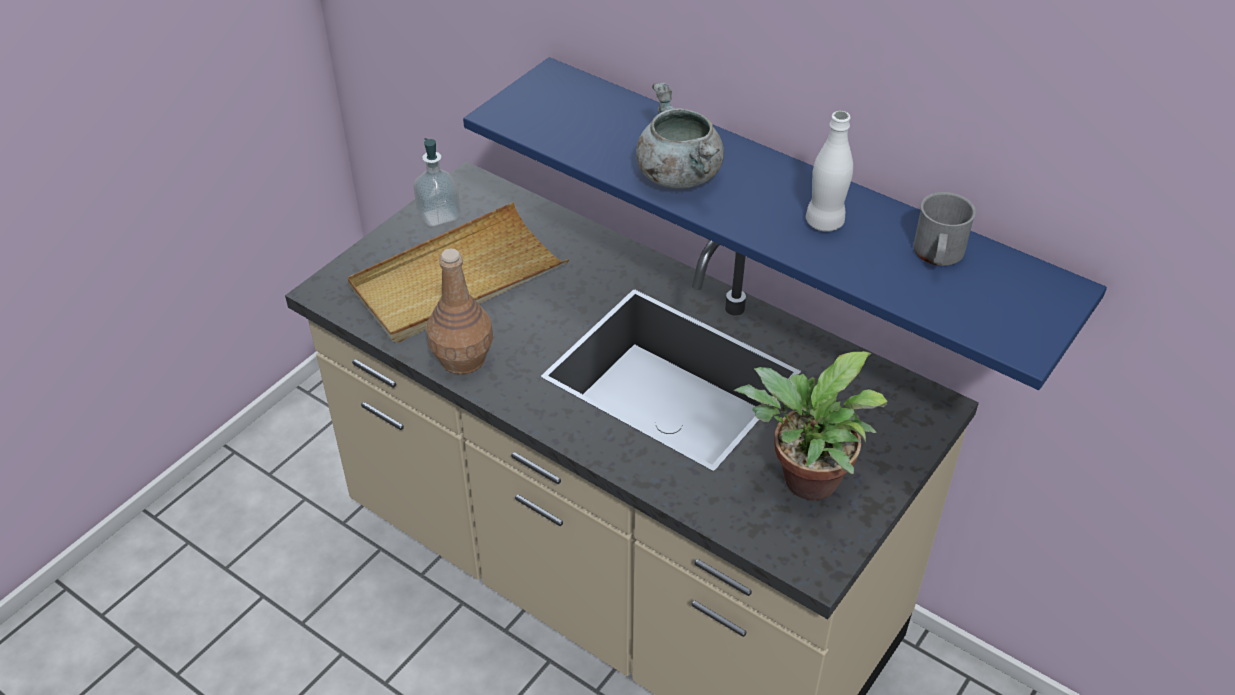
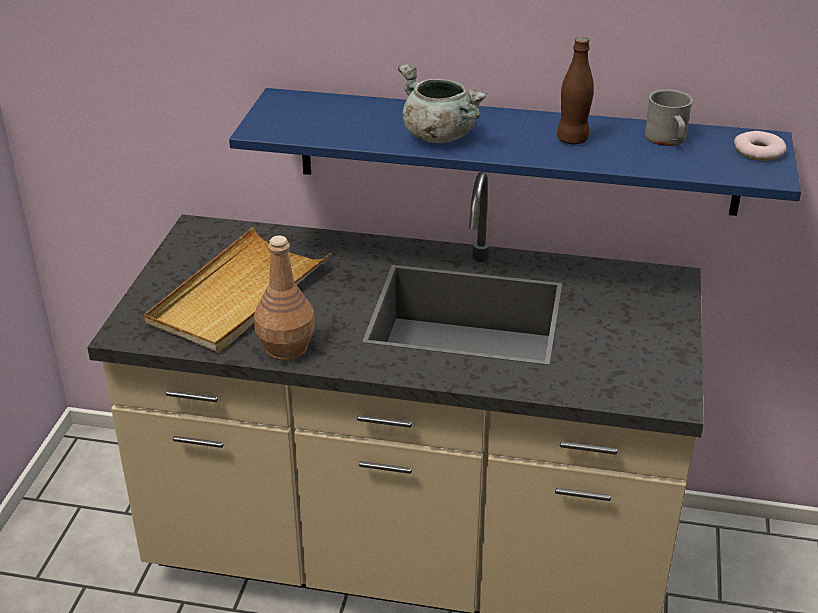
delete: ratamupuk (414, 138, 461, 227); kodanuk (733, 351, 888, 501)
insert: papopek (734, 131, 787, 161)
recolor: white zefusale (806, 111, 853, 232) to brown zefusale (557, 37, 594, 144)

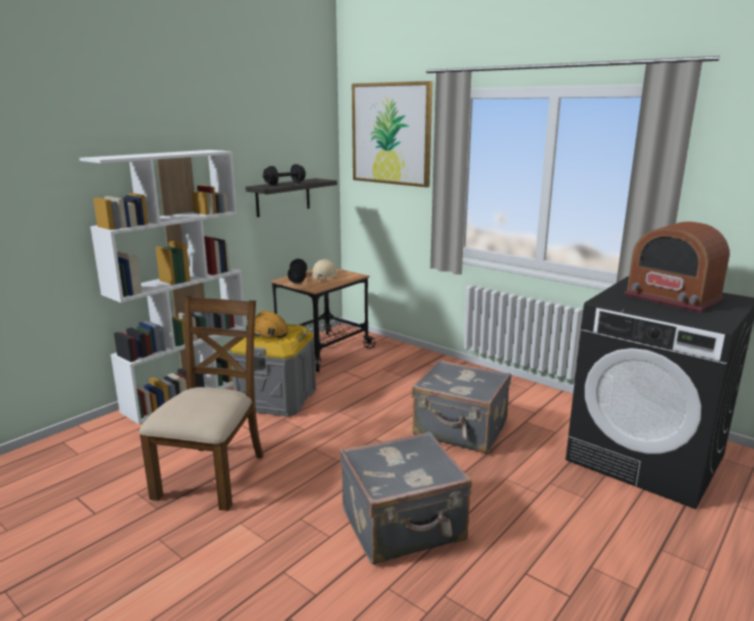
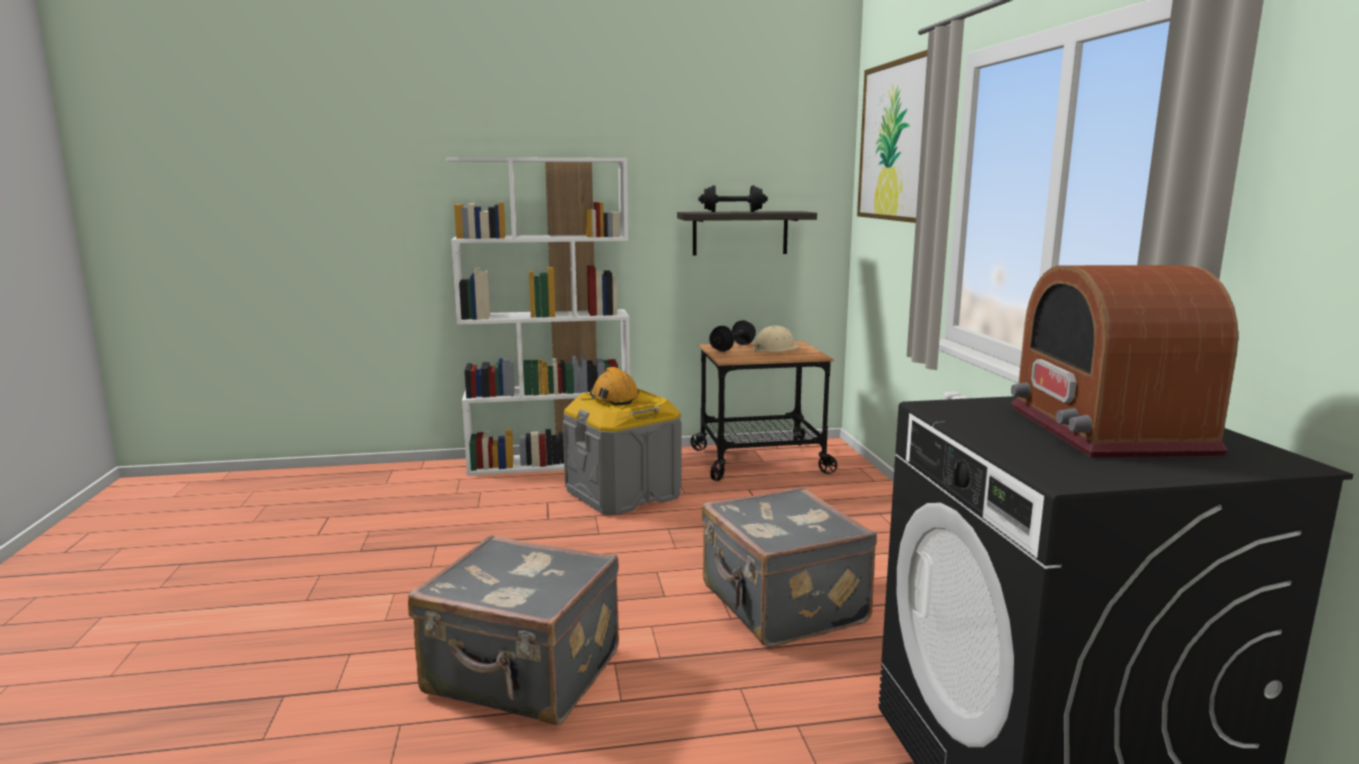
delete: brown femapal (139, 296, 263, 511)

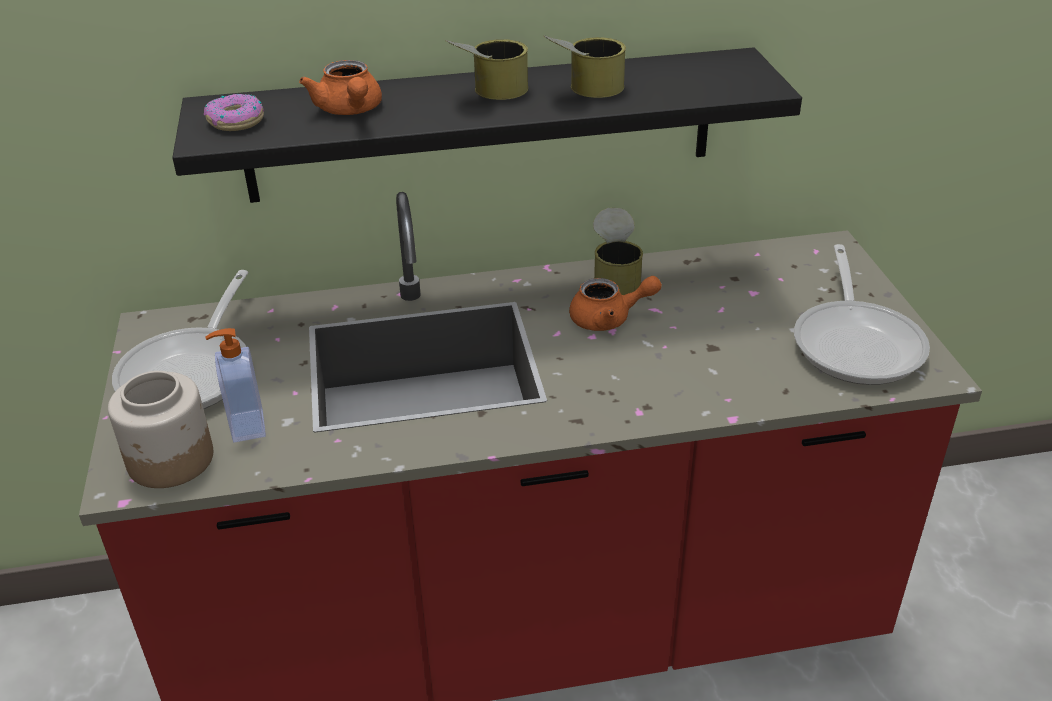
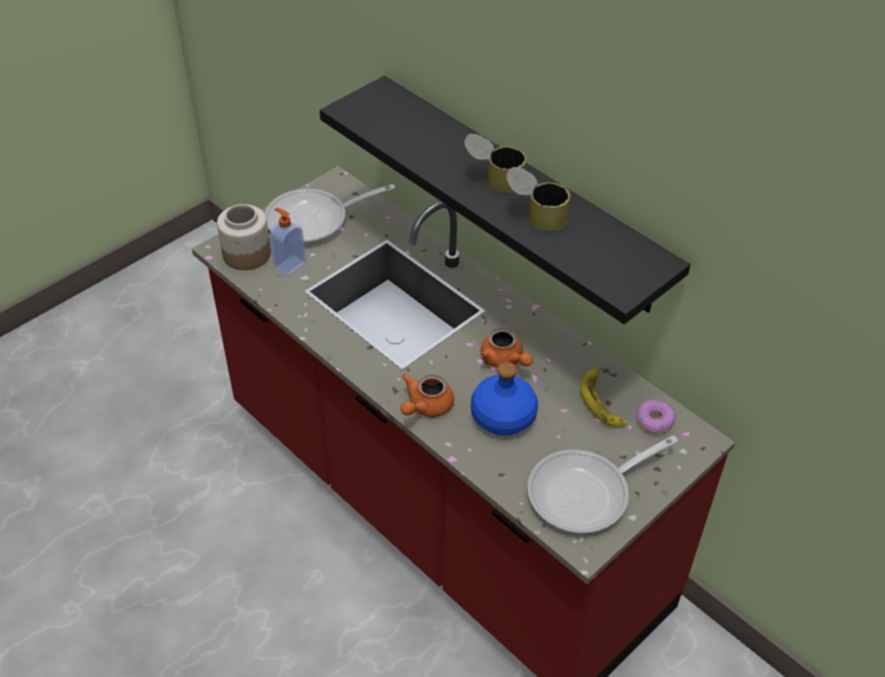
delete: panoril (593, 208, 643, 295)
insert: blue zefusale (471, 362, 538, 436); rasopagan (580, 365, 626, 427)
move: papopek (204, 94, 264, 131) to (637, 400, 676, 434); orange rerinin (299, 60, 382, 115) to (401, 374, 454, 417)

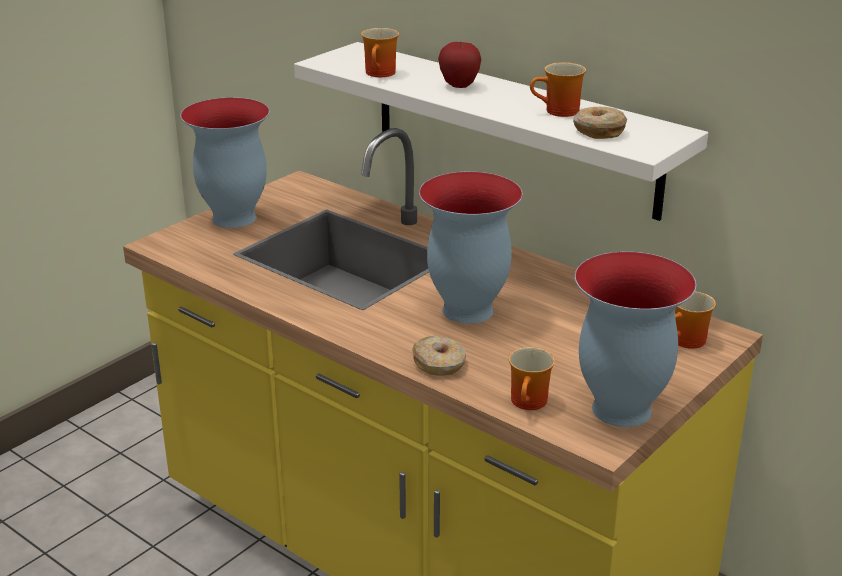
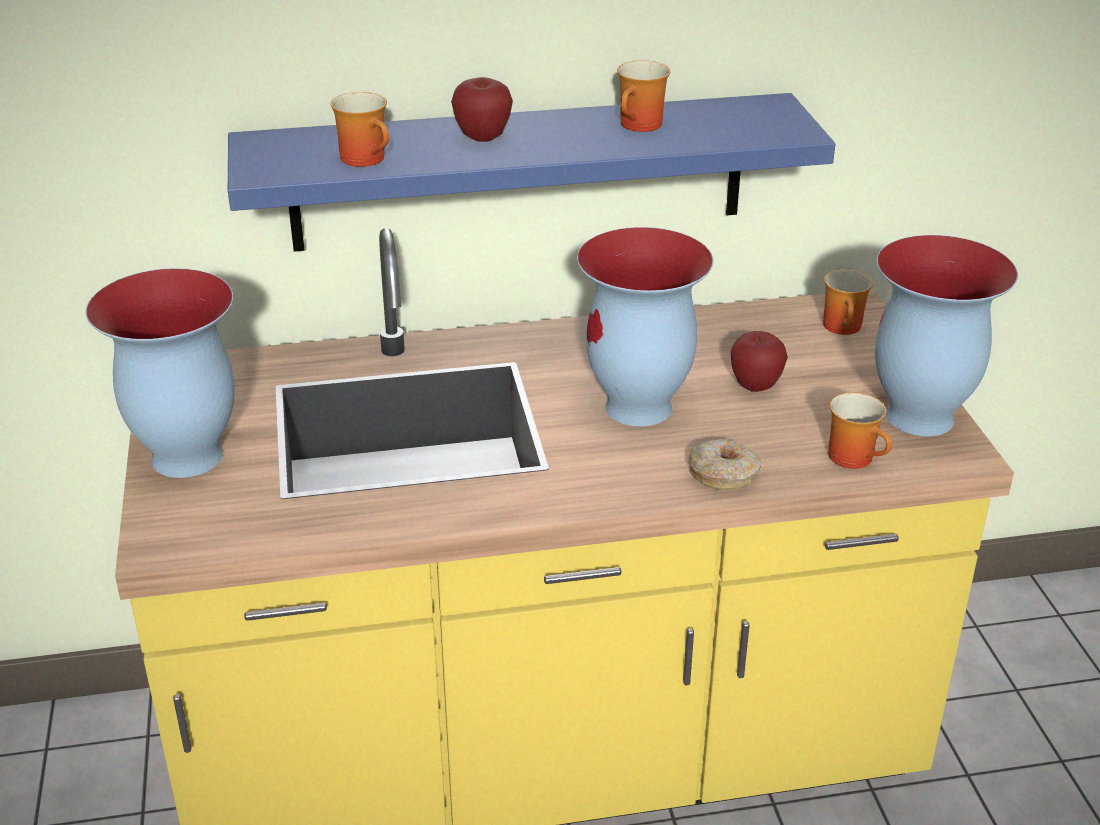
delete: papopek (573, 107, 627, 139)
insert: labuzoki (730, 331, 788, 392)
recolor: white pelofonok (294, 42, 708, 221) to blue pelofonok (228, 93, 835, 252)

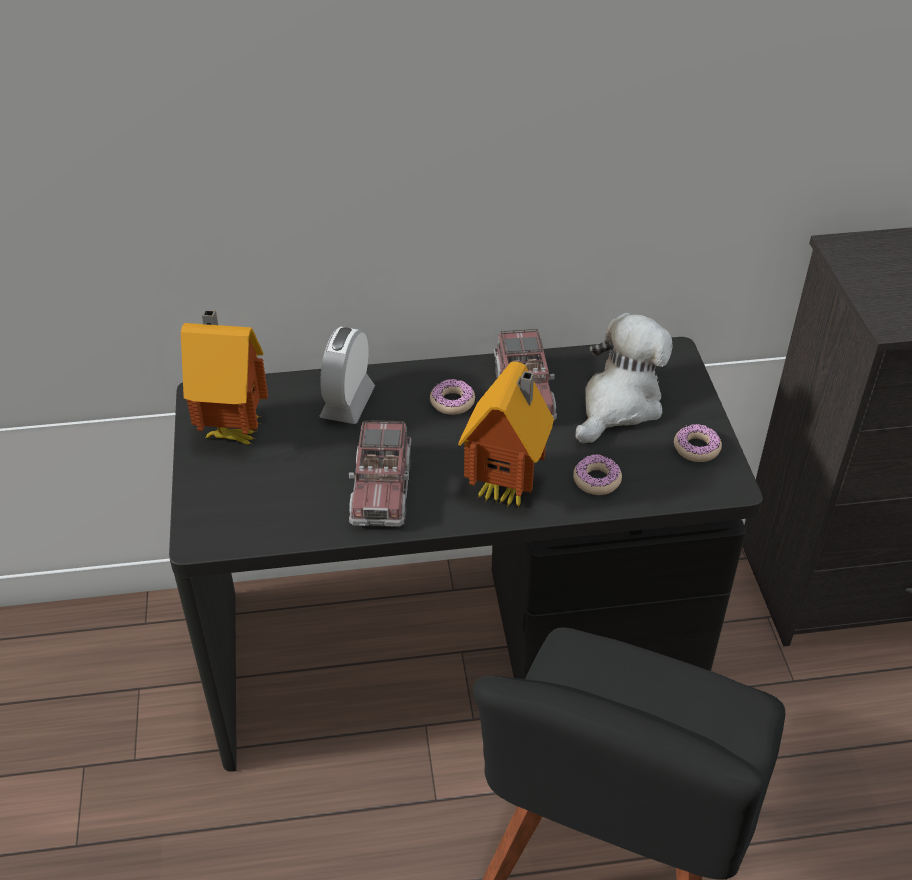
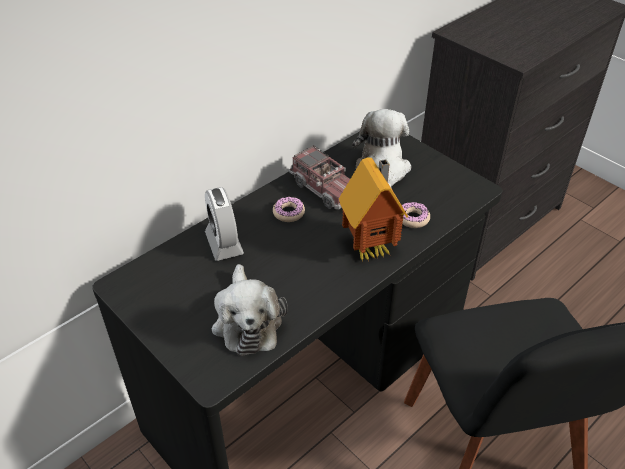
delete: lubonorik (181, 310, 268, 444); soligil (349, 420, 411, 527); papopek (674, 424, 722, 462)
insert: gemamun (212, 264, 288, 356)

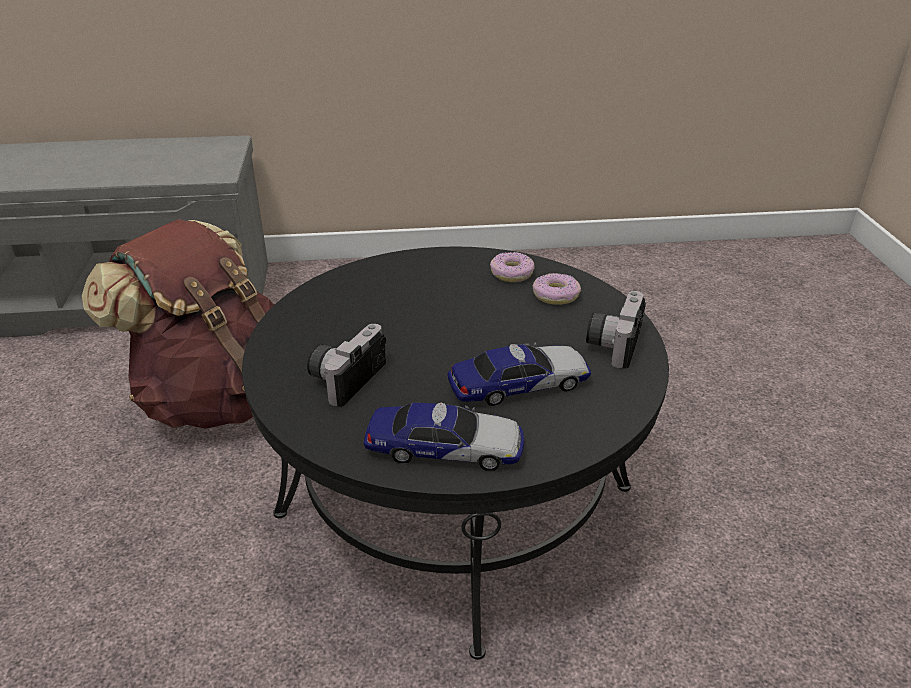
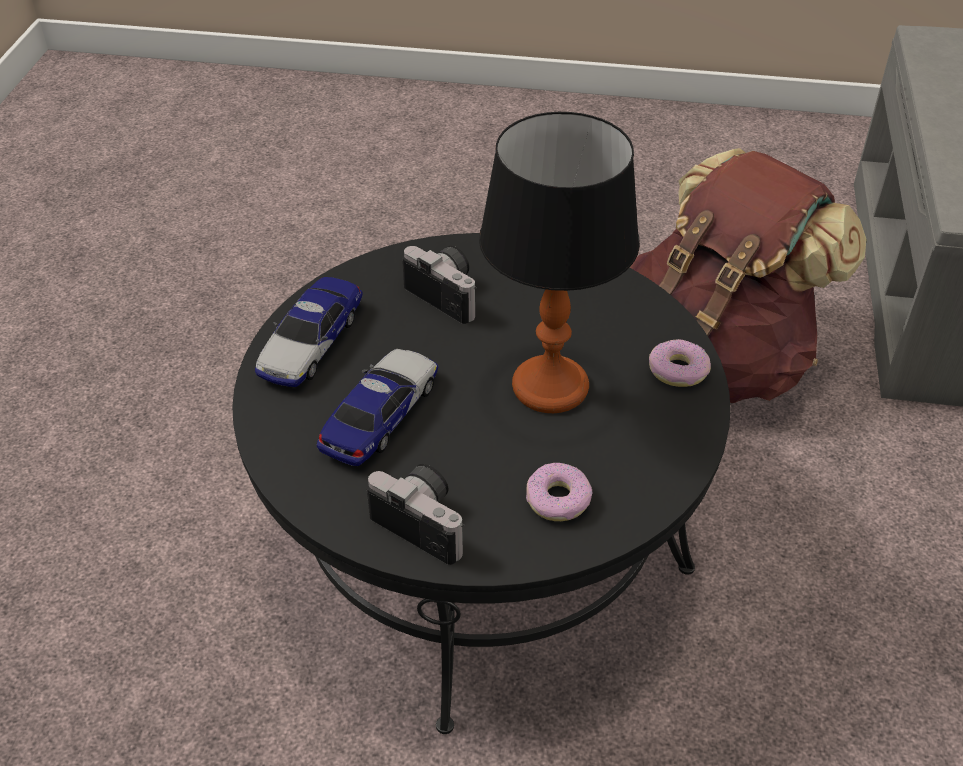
insert: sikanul (479, 112, 640, 413)
move: papopek (490, 252, 535, 282) to (649, 339, 711, 387)
rotate: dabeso (447, 343, 591, 406) = (317, 349, 438, 466) 150 degrees counterclockwise

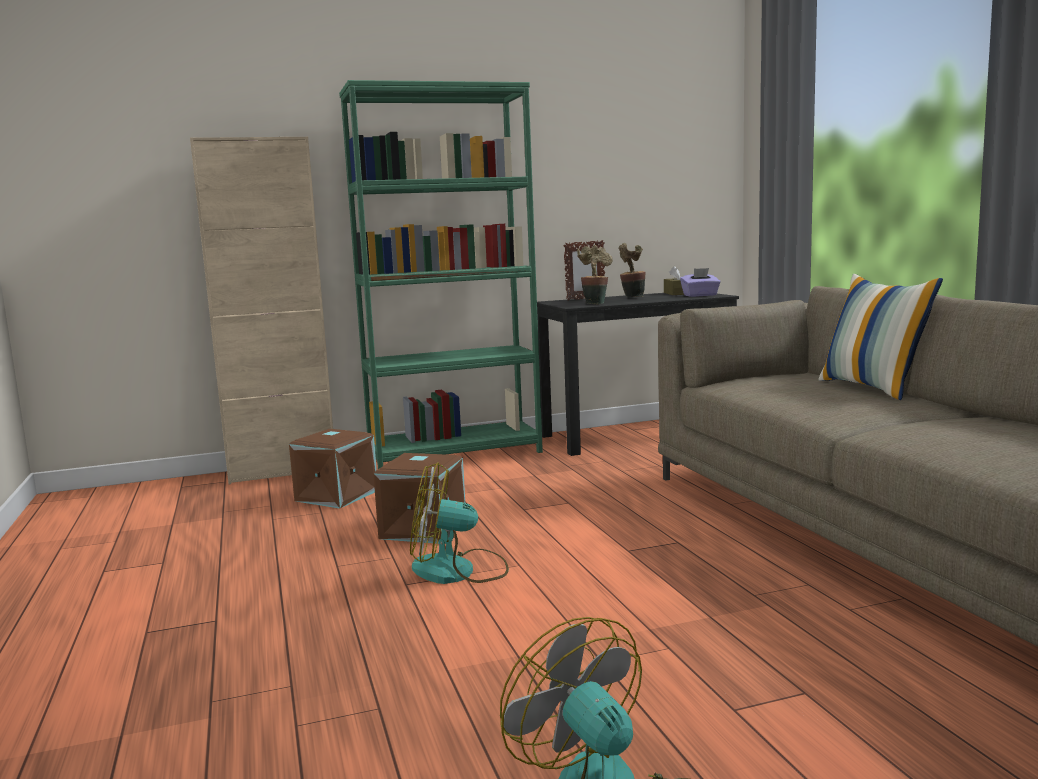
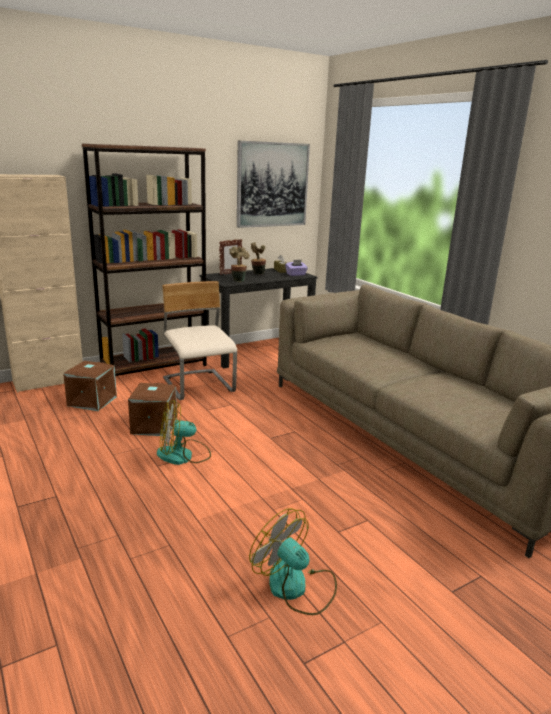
delete: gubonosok (818, 274, 943, 400)
insert: beige femapal (162, 281, 237, 400); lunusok (237, 141, 310, 228)
recolor: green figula (339, 80, 543, 469) to brown figula (82, 144, 207, 376)

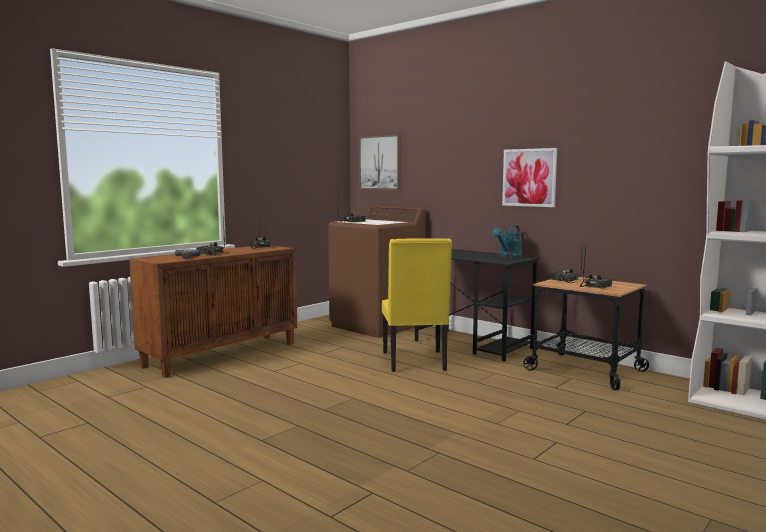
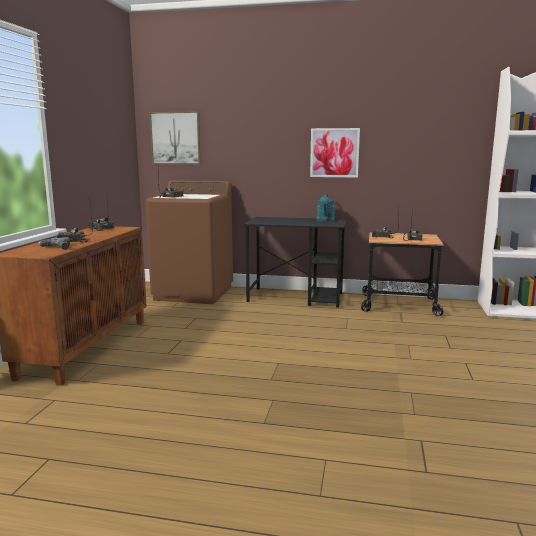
delete: yellow femapal (382, 238, 452, 372)

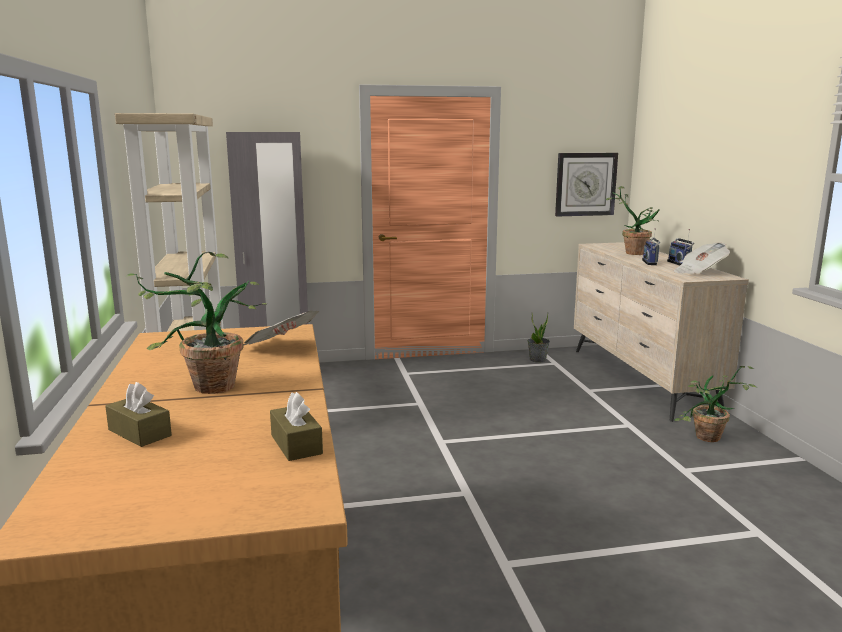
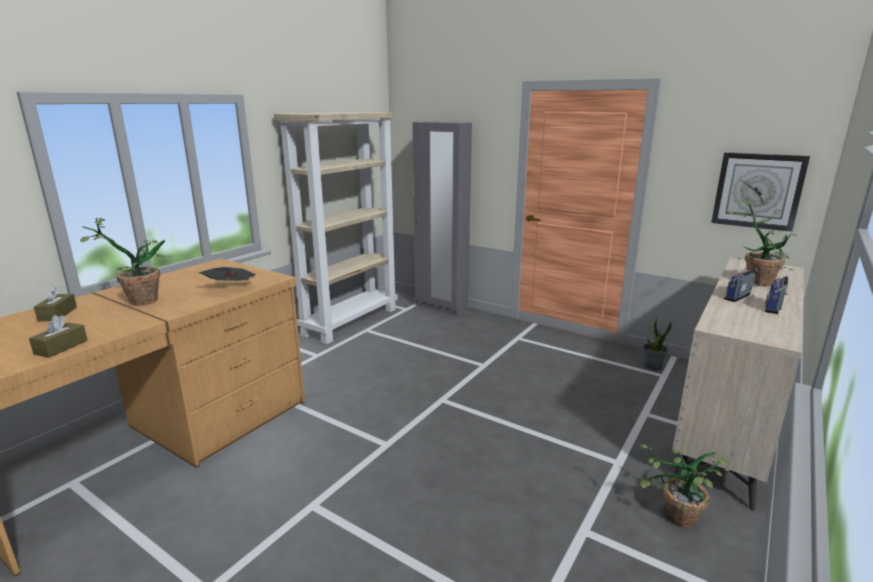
delete: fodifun (673, 242, 730, 274)

